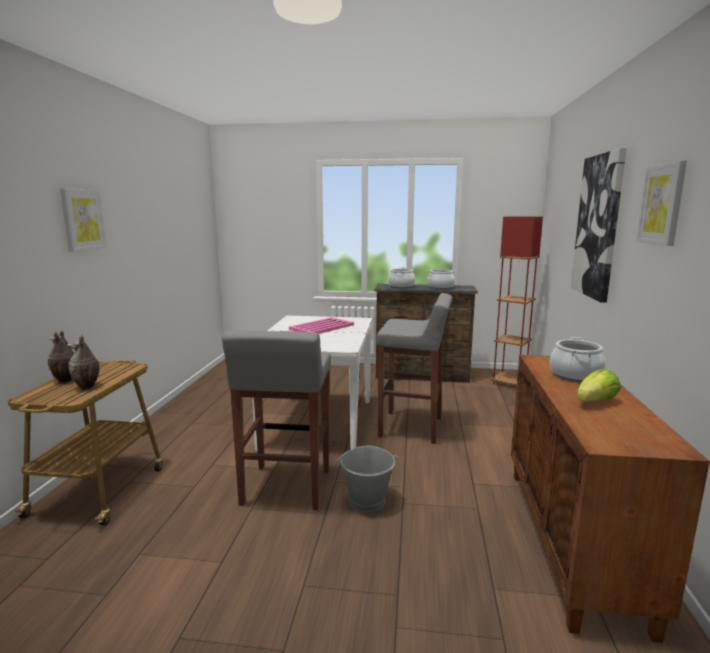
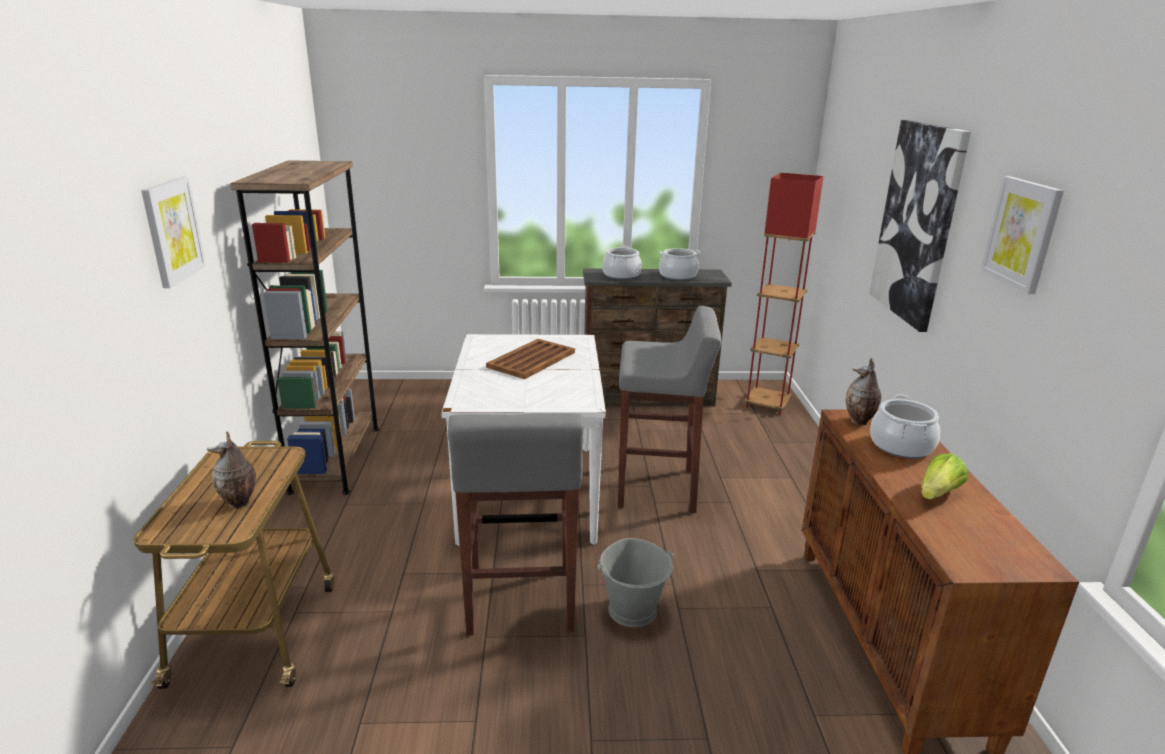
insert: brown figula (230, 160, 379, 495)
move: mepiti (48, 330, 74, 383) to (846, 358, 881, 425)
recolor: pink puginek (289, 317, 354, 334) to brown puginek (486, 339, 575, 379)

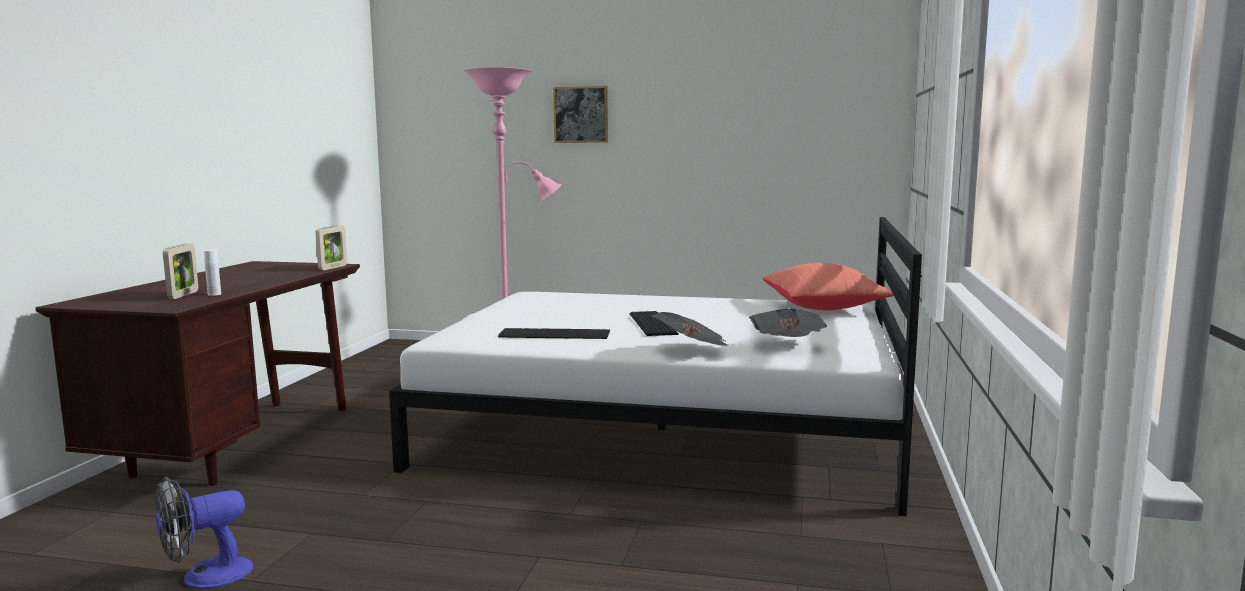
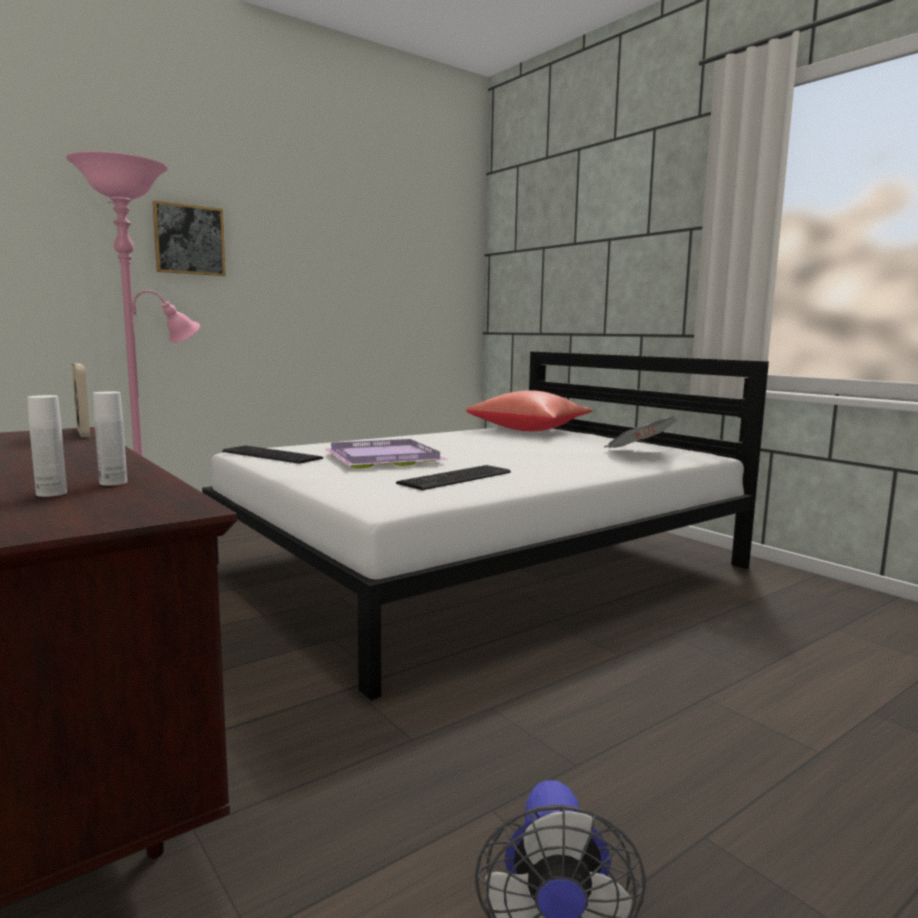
delete: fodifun (651, 312, 728, 346)
insert: purple puginek (324, 439, 447, 469)
move: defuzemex (630, 311, 679, 336) to (222, 446, 323, 464)
replace: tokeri (163, 243, 198, 299) to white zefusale (27, 395, 67, 497)

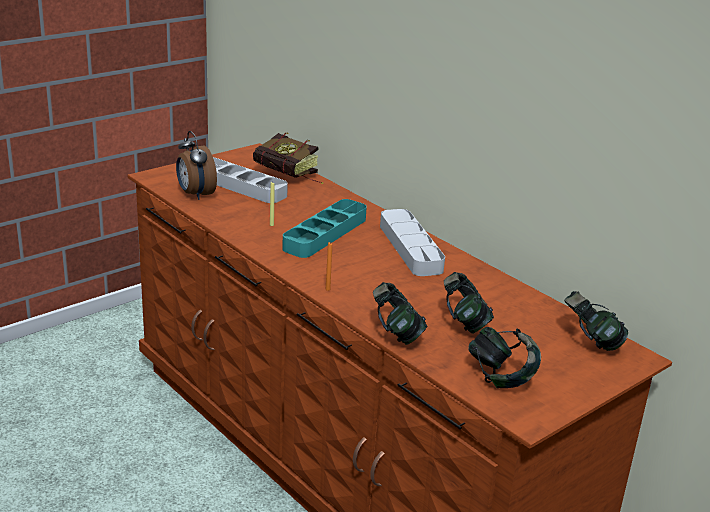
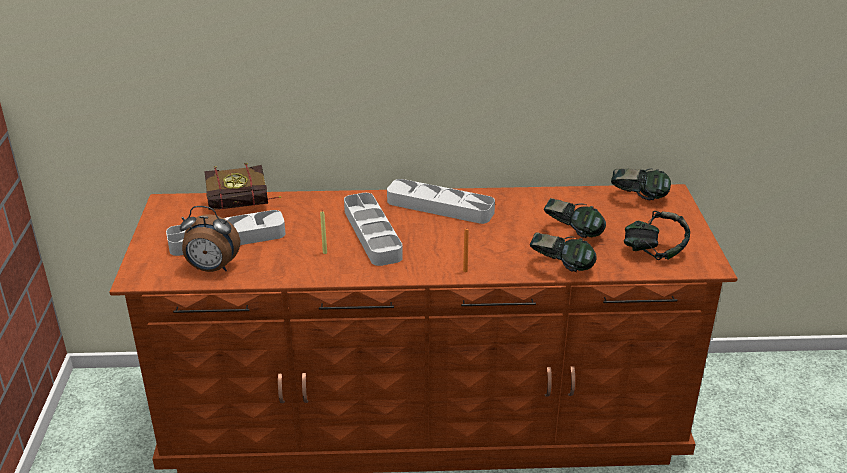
recolor: turquoise puginek (282, 199, 367, 258) to grey puginek (344, 193, 403, 266)

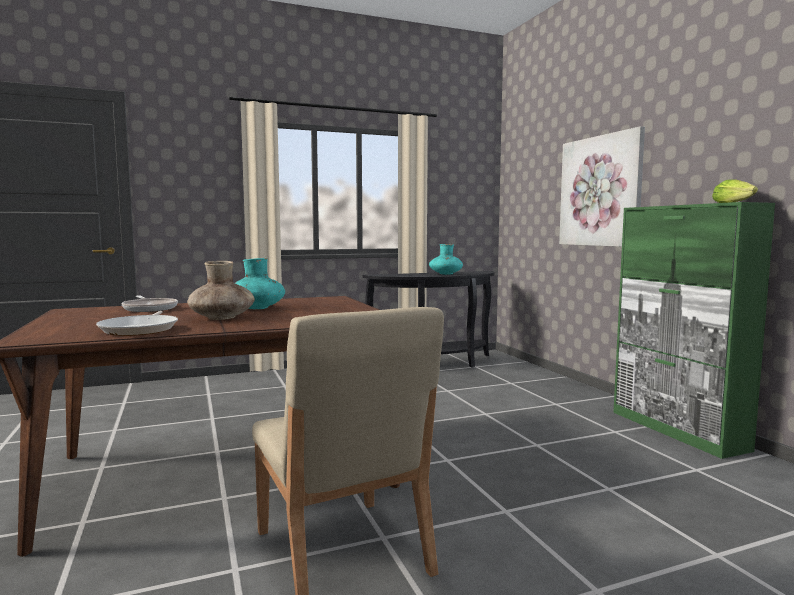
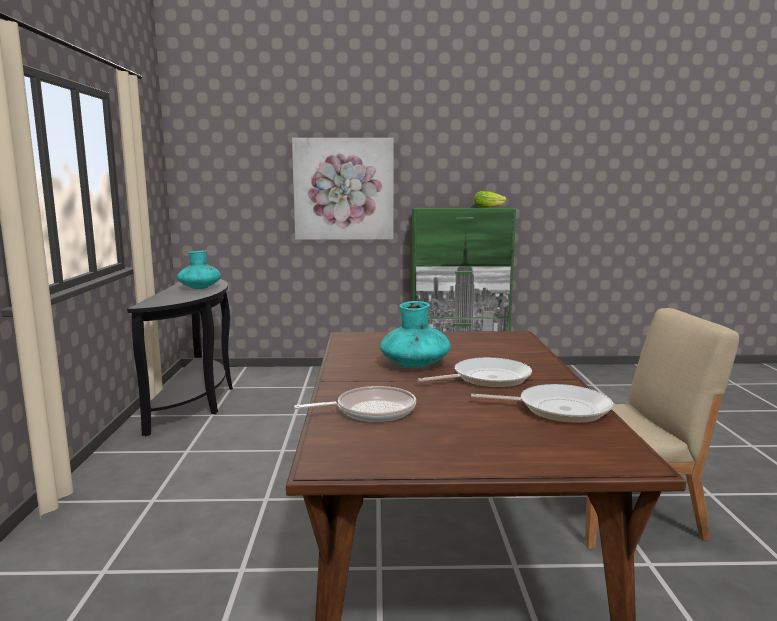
replace: brown mepiti (187, 261, 255, 320) to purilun (417, 357, 532, 388)

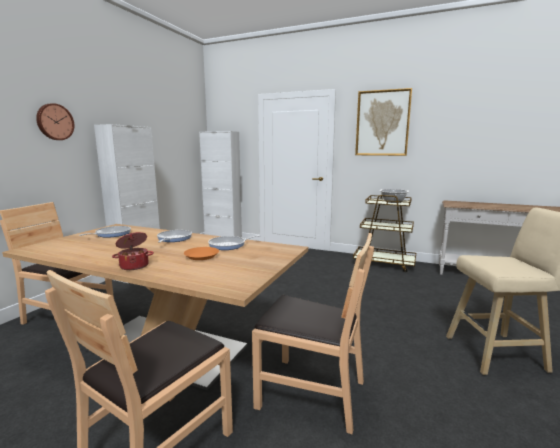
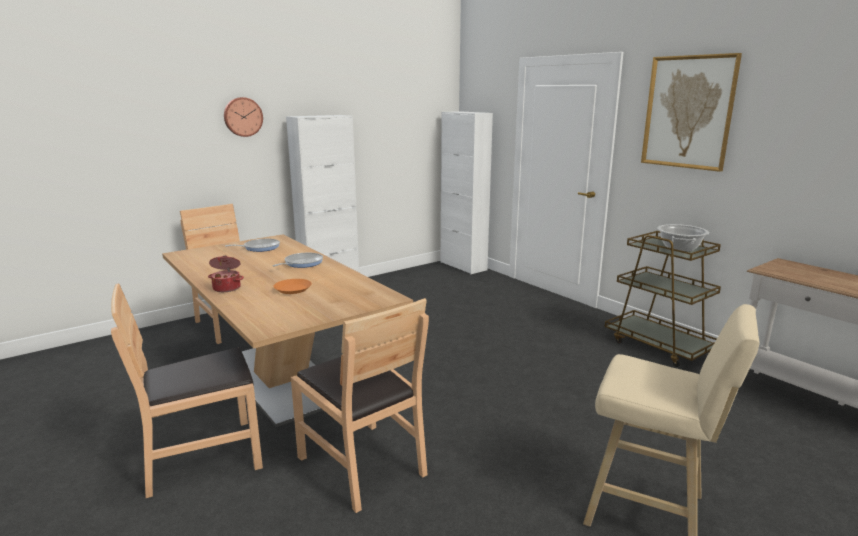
delete: purilun (208, 235, 261, 250)

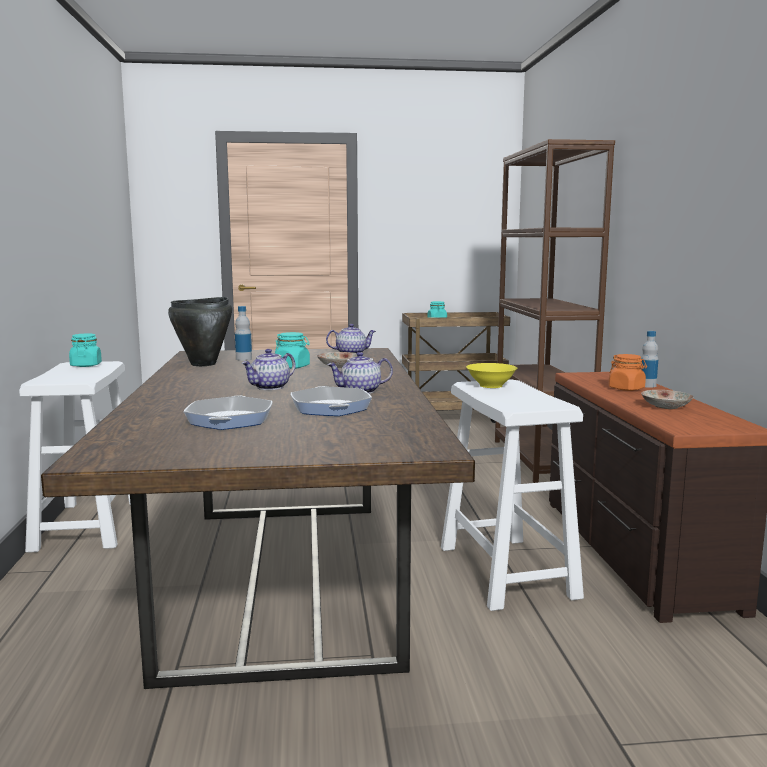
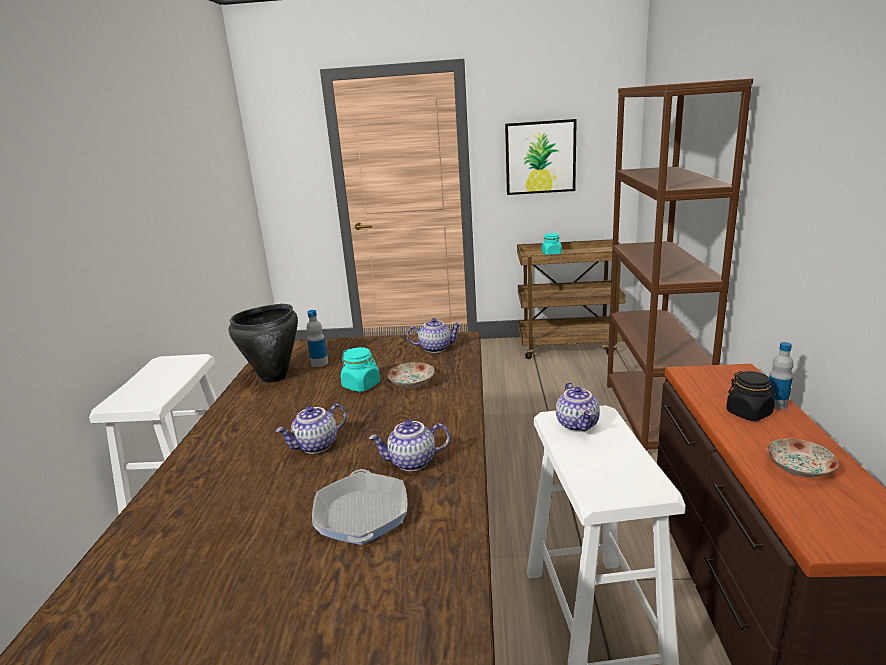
delete: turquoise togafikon (69, 334, 102, 367); purilun (184, 395, 273, 430)
insert: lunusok (505, 119, 577, 195)
replace: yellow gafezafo (466, 363, 517, 388) to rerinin (556, 382, 600, 432)
recolor: orange togafikon (608, 354, 647, 391) to black togafikon (726, 371, 777, 421)

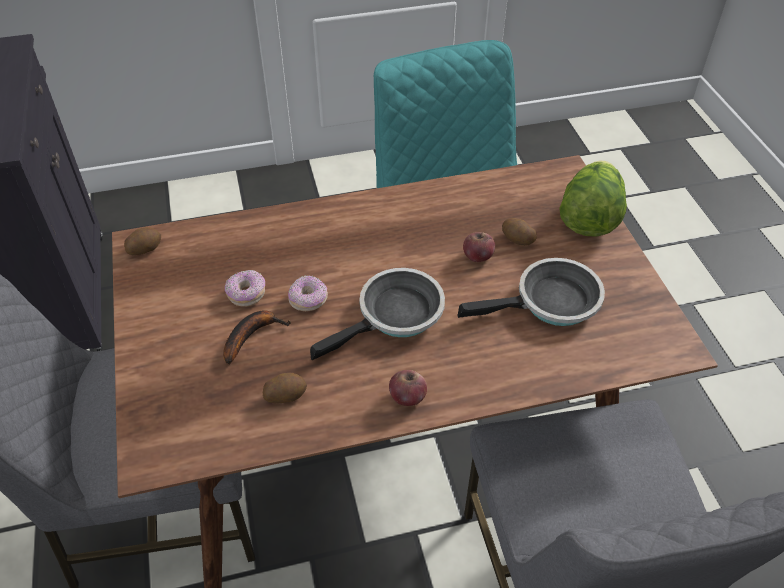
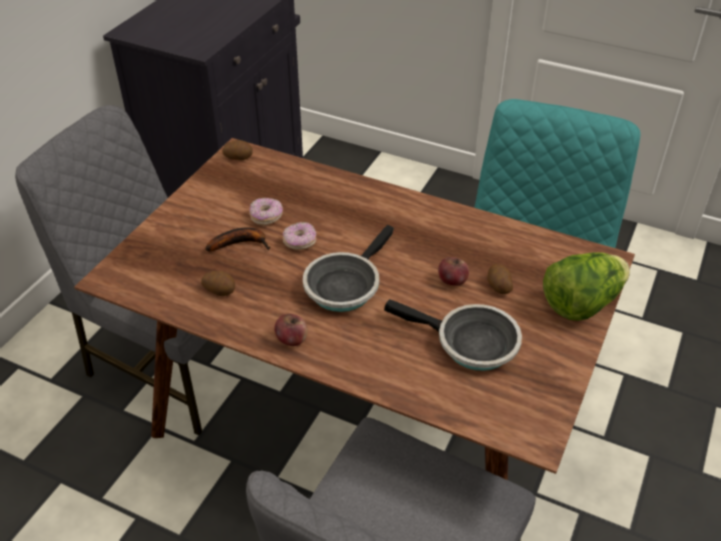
rotate: purilun (310, 268, 445, 360) = (303, 225, 394, 312) 120 degrees clockwise

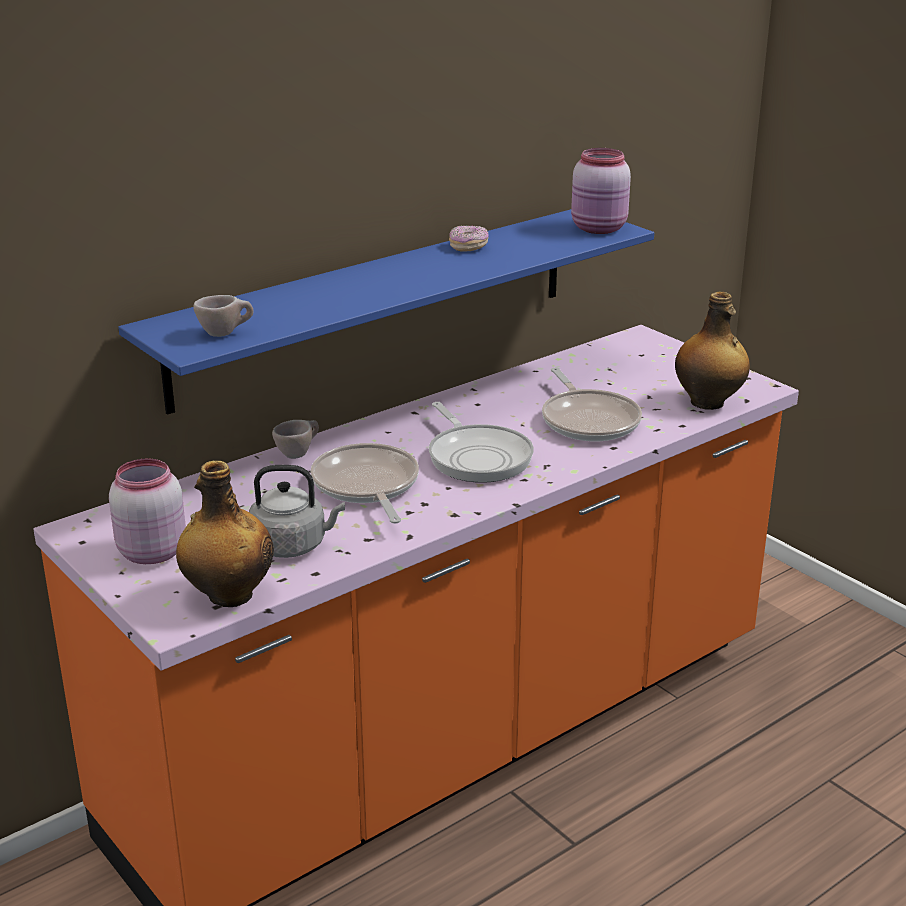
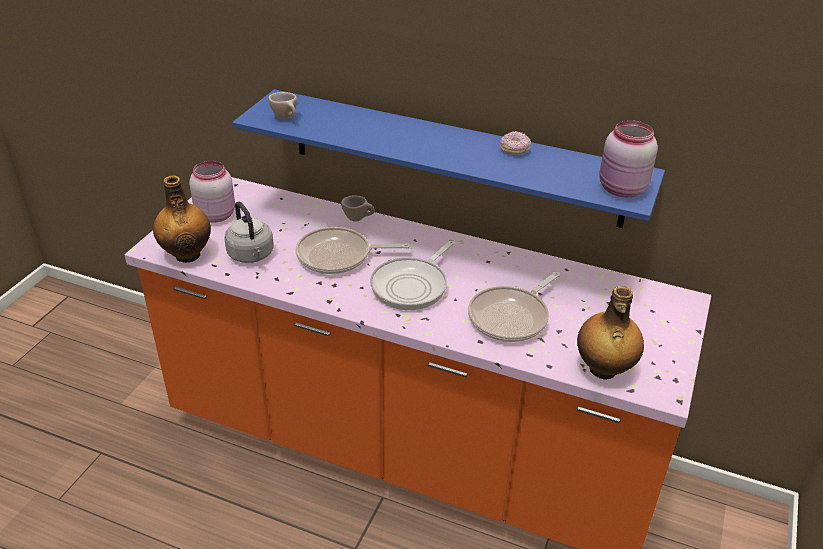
rotate: purilun (311, 443, 419, 524) = (296, 227, 410, 274) 135 degrees counterclockwise

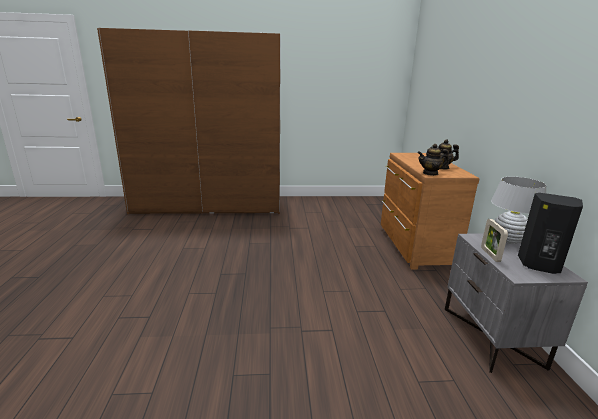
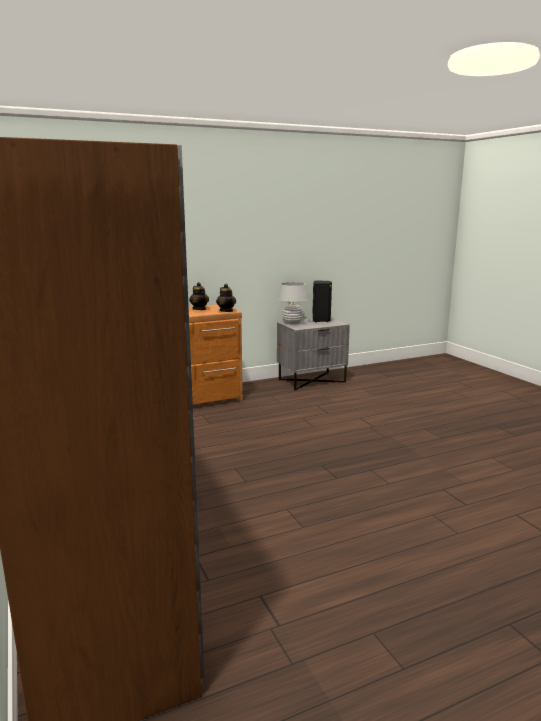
delete: tokeri (481, 219, 508, 262)

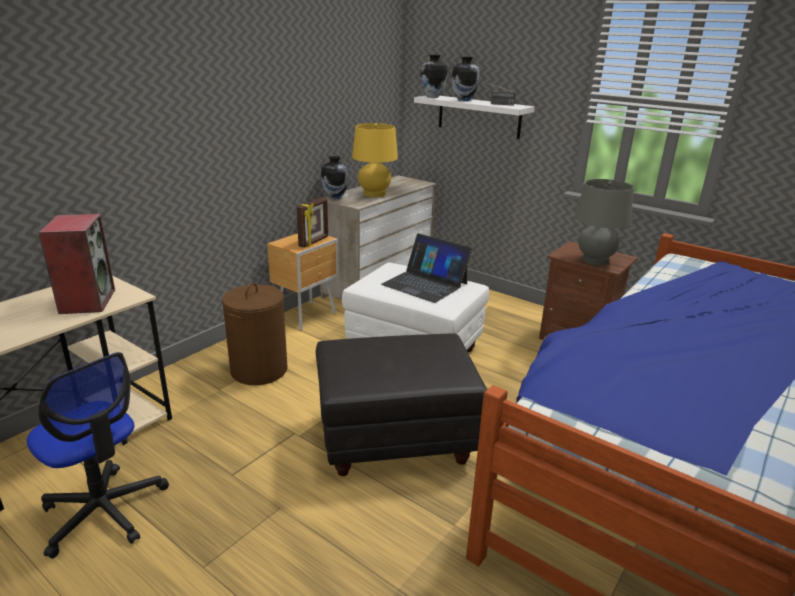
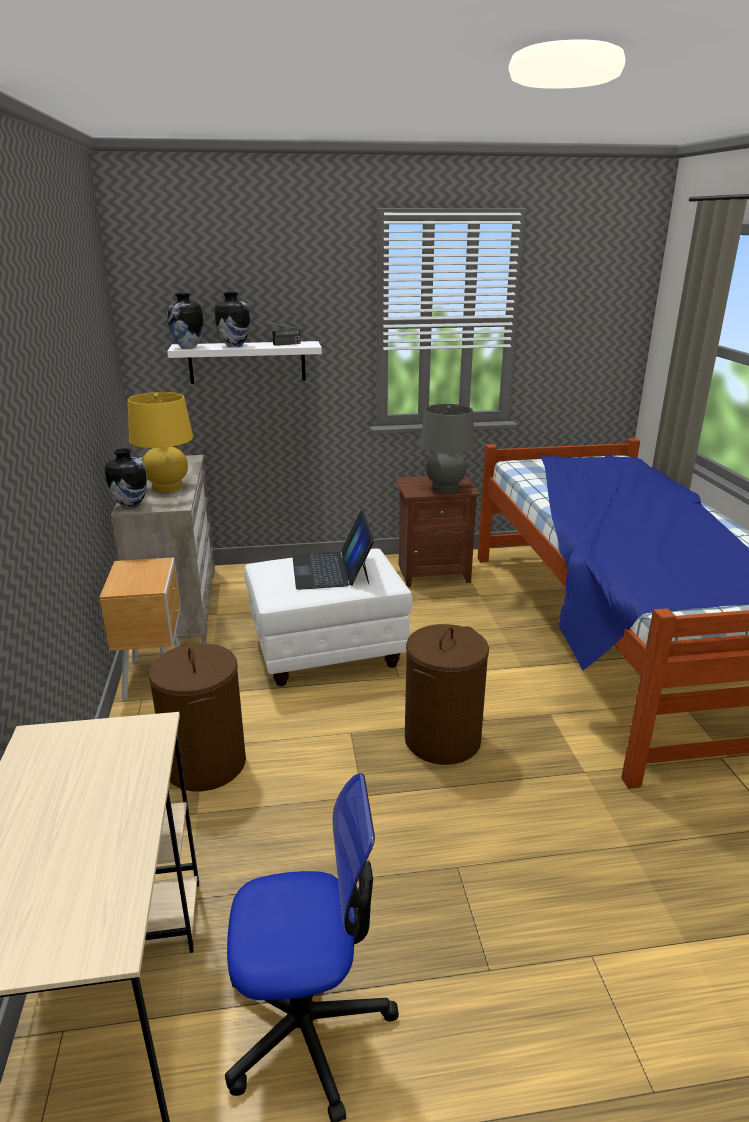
delete: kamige (38, 214, 115, 314); tokeri (297, 197, 328, 248)
replace: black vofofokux (316, 333, 488, 476) to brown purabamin (405, 624, 489, 765)
rotate: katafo (381, 233, 472, 303) = (292, 511, 374, 590) 90 degrees clockwise

